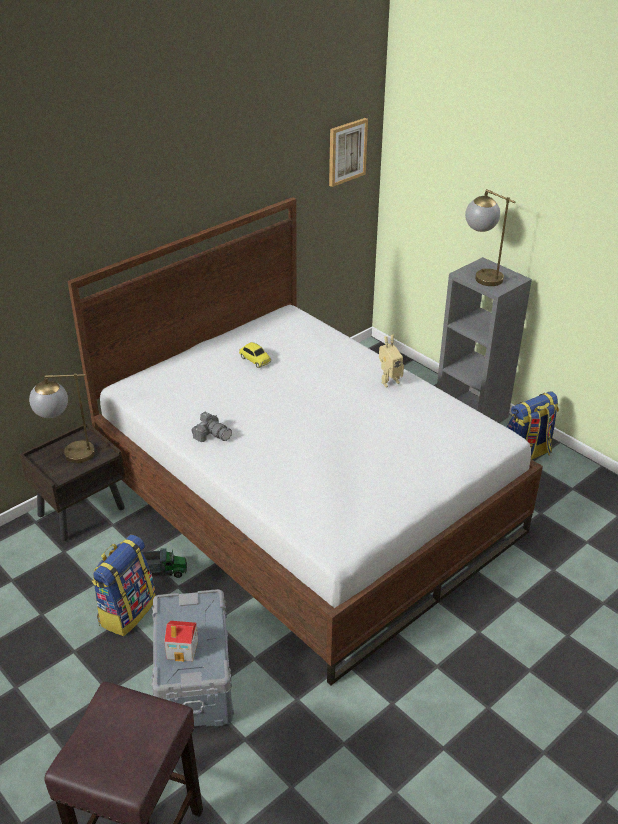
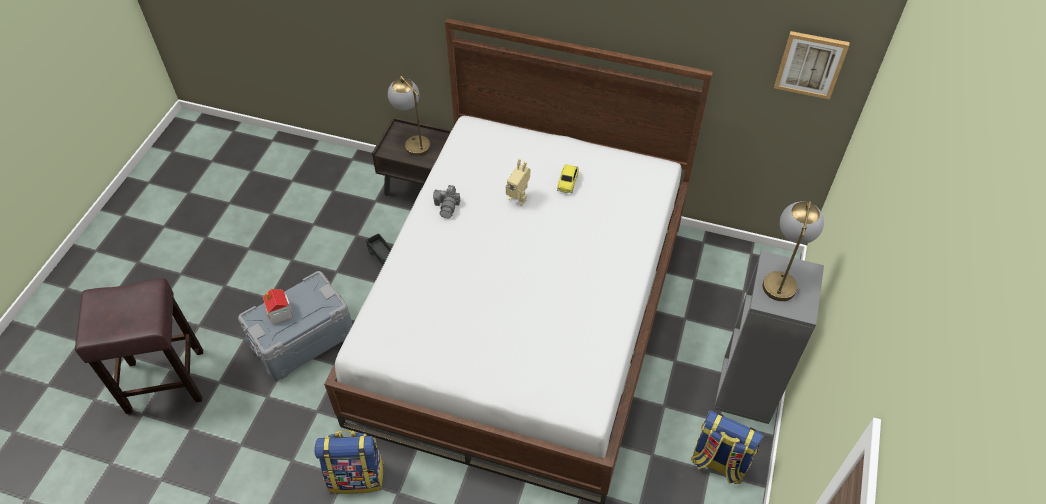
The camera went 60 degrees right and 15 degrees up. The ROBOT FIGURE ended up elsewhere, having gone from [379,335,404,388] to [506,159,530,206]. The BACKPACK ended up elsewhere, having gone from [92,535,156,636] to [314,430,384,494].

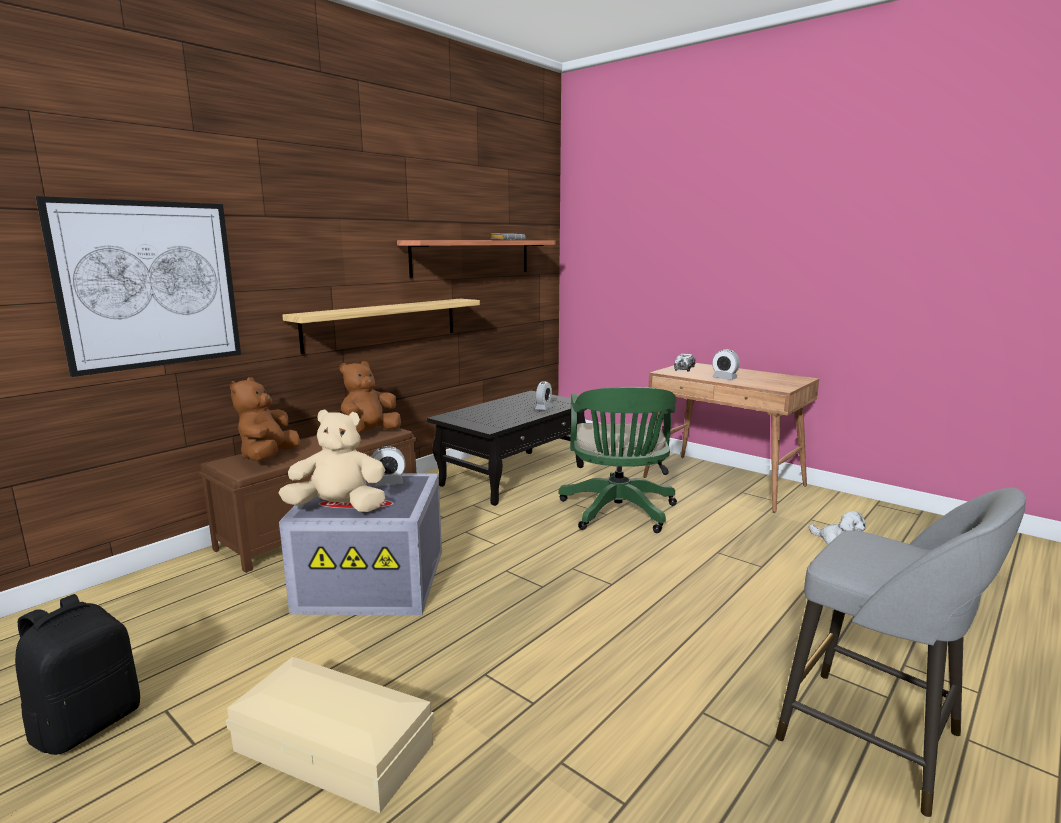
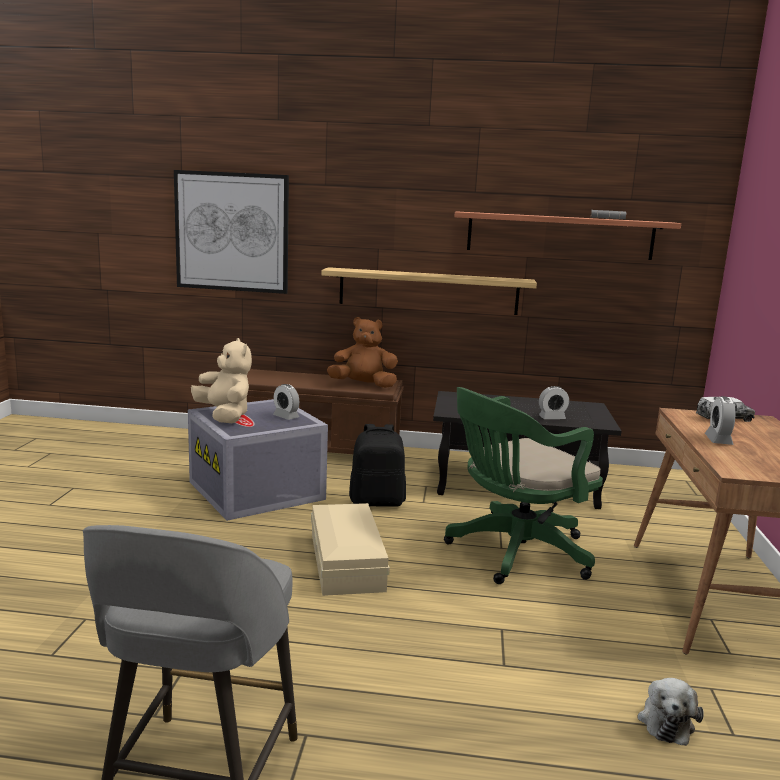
The camera went 55 degrees right and 0 degrees up. The second view lost the BROWN-COLOURED SOFT TOY at [230,377,300,461]. The BLACK BACKPACK ended up elsewhere, having gone from [15,594,140,755] to [349,424,406,507]. The BEIGE STORAGE BOX ended up elsewhere, having gone from [226,657,434,813] to [311,503,390,596].

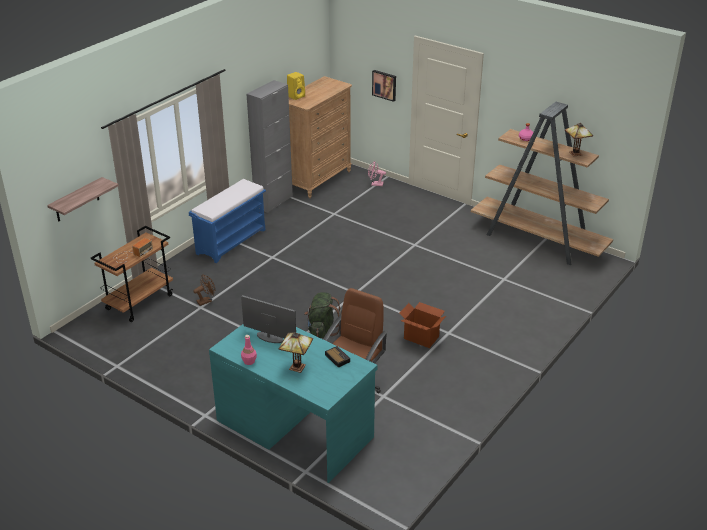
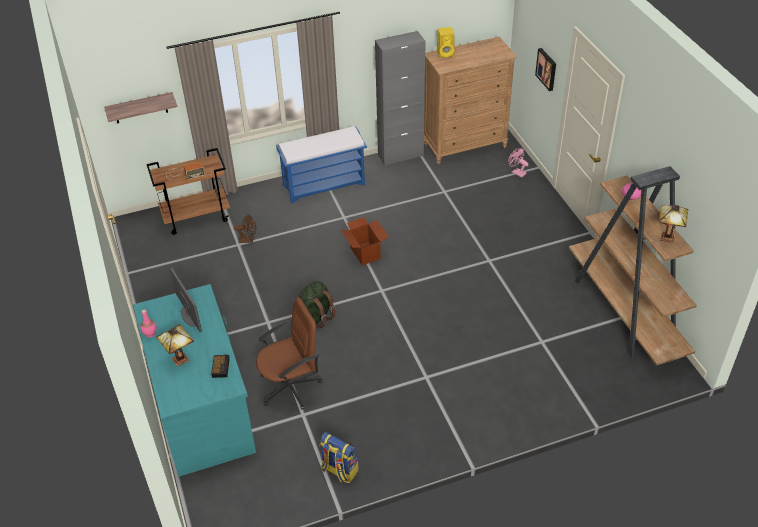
The camera went 35 degrees right and 10 degrees up. The CARDBOARD BOX ended up elsewhere, having gone from [399,302,446,348] to [341,217,389,265]. The second view gained the BACKPACK at [320,432,359,483].

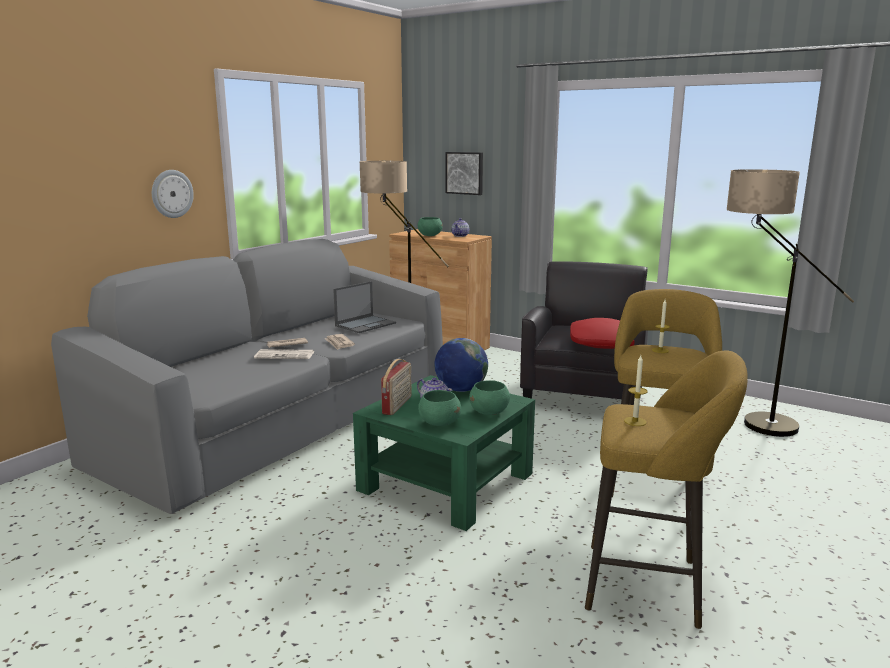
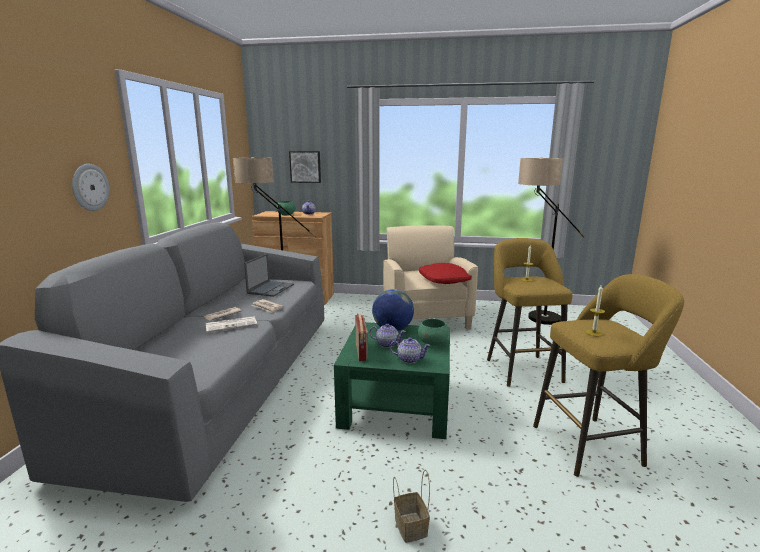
The camera went 25 degrees left and 0 degrees up. What was the BLACK EASY CHAIR at [520,261,648,399] turned into the BEIGE EASY CHAIR at [383,225,478,330]. Where the GREEN DEEP DISH stood at [418,390,461,426], the TEA POT came to stand at [390,337,430,364]. The second view gained the STORAGE BASKET at [393,470,430,543].

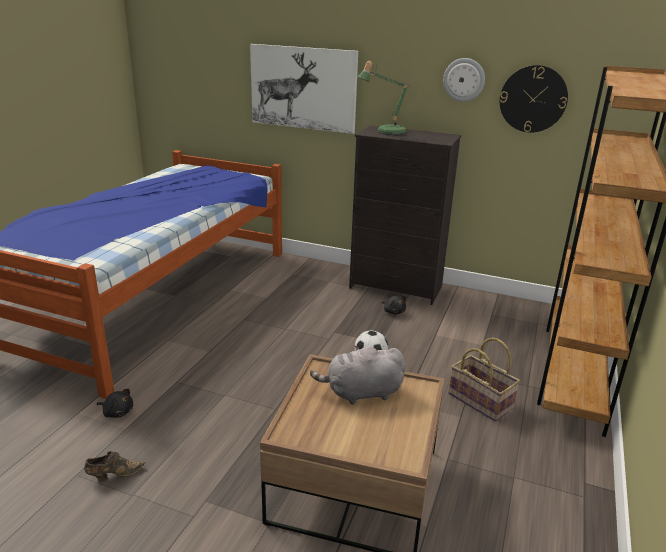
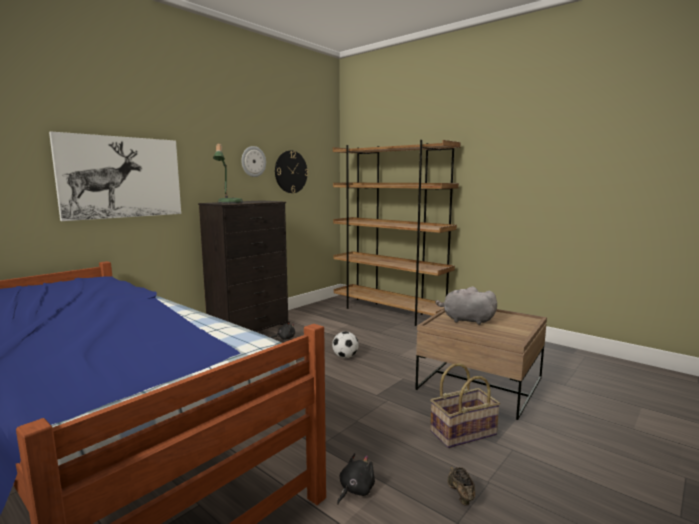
The camera went 70 degrees left and 15 degrees down. The STORAGE BASKET ended up elsewhere, having gone from [449,338,520,421] to [430,363,500,448]. The GREY SOFT TOY at [310,345,406,405] ended up facing another way, 105 degrees clockwise from before.

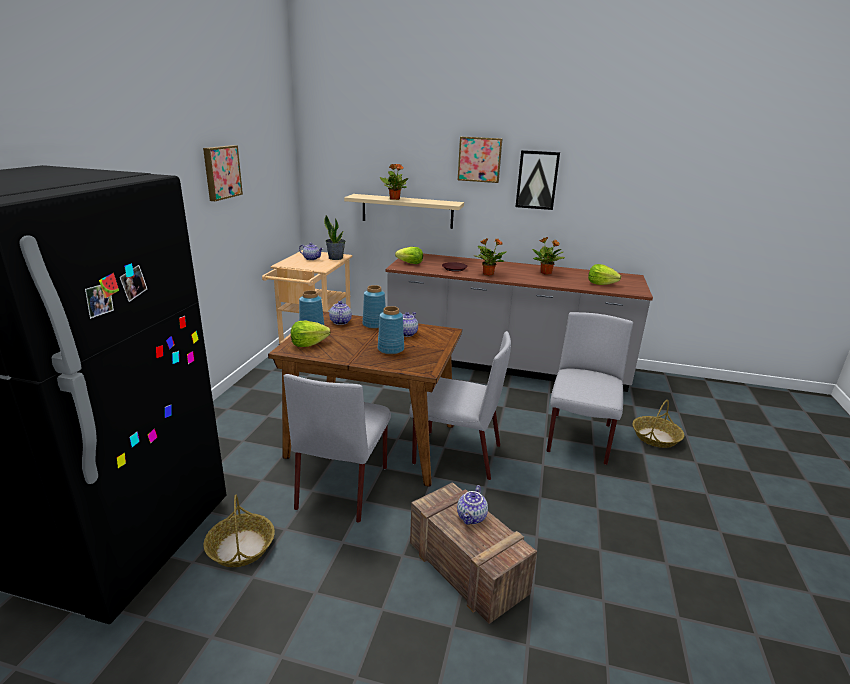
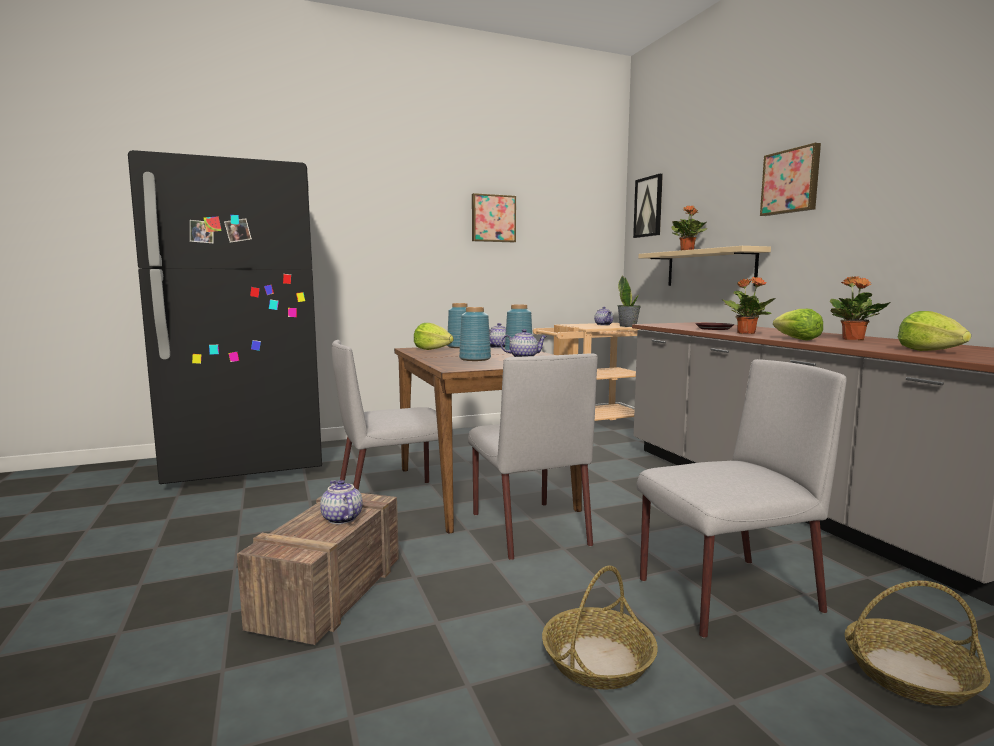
The camera went 55 degrees right and 15 degrees down. The WALL PICTURE ended up elsewhere, having gone from [516,150,560,210] to [633,174,663,238]. The LETTUCE HEAD ended up elsewhere, having gone from [395,247,423,264] to [773,309,823,340]. The TEA POT at [457,485,488,525] ended up facing another way, 75 degrees clockwise from before. The STORAGE BASKET ended up elsewhere, having gone from [204,495,275,567] to [542,566,658,690].

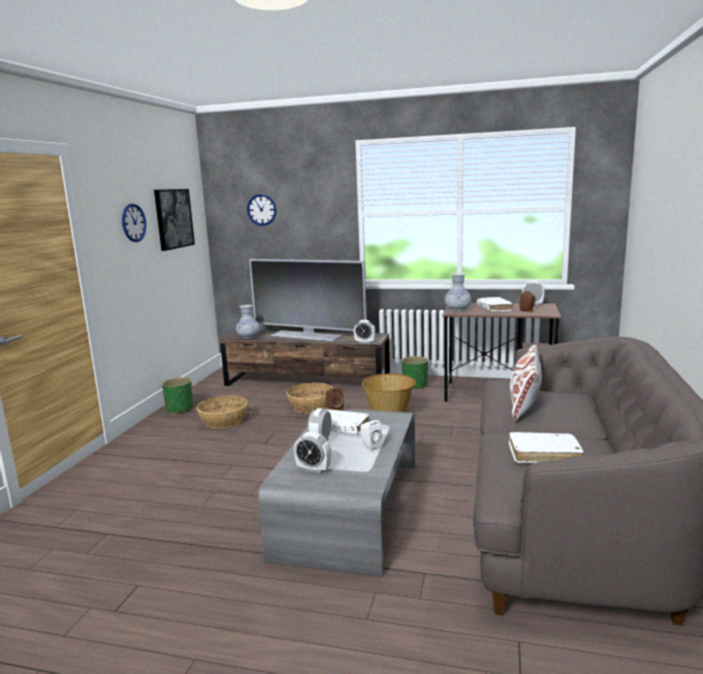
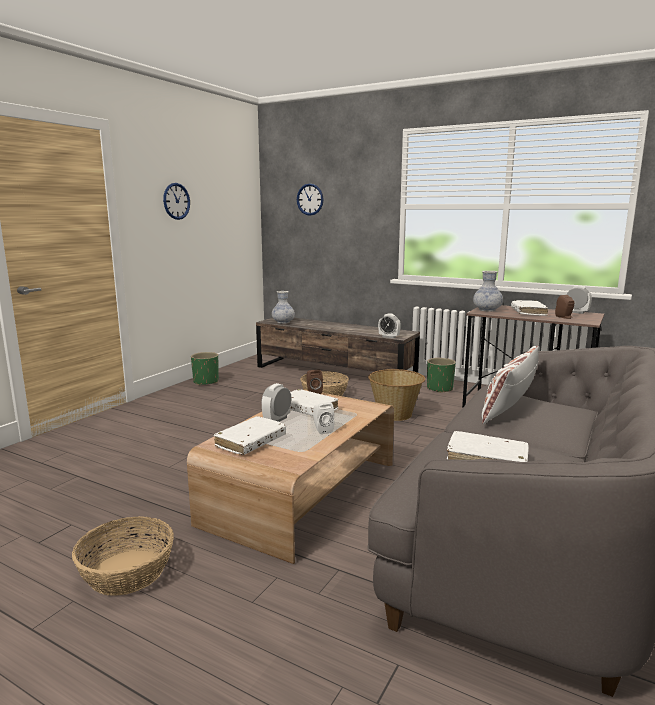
The camera went 15 degrees right and 0 degrees up. The second view lost the WALL PICTURE at [154,189,195,251]. The second view lost the TELEVISION at [249,259,367,342]. The STORAGE BASKET ended up elsewhere, having gone from [196,395,248,429] to [72,516,174,596]. What was the GREY LOUNGE TABLE at [259,408,415,577] turned into the BROWN-COLOURED LOUNGE TABLE at [187,390,394,564]. Where the TABLE CLOCK stood at [294,431,331,474], the WHITE-COLOURED BOOK came to stand at [214,416,286,455].

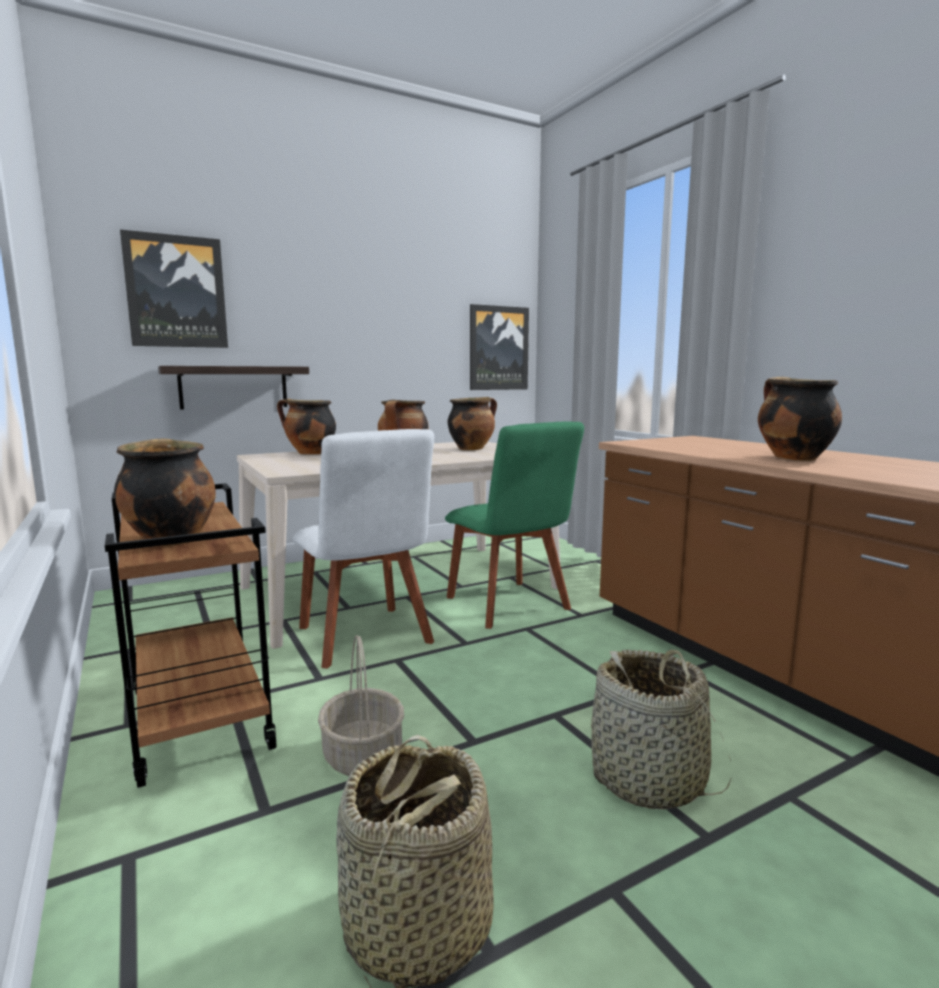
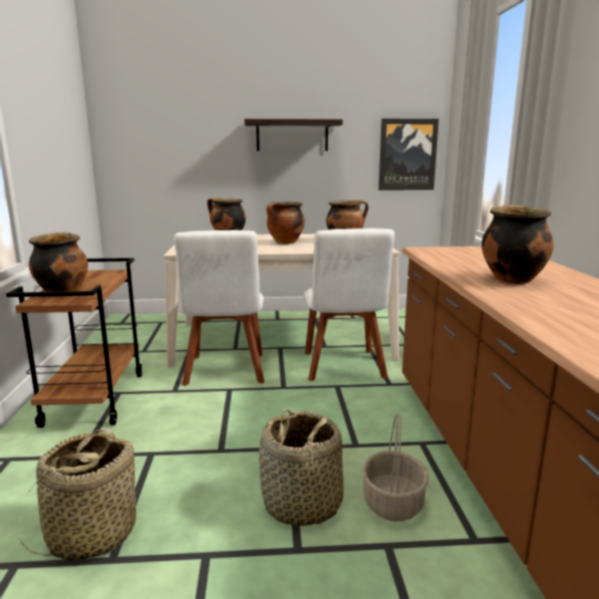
The camera went 25 degrees right and 5 degrees up. The second view lost the WALL PICTURE at [120,229,228,348]. The SHELF ended up elsewhere, having gone from [158,366,309,410] to [244,119,343,151]. What was the GREEN PLAIN CHAIR at [445,422,584,629] turned into the WHITE-COLOURED PLAIN CHAIR at [304,228,395,381]. The STORAGE BASKET ended up elsewhere, having gone from [318,635,404,776] to [362,413,429,521].

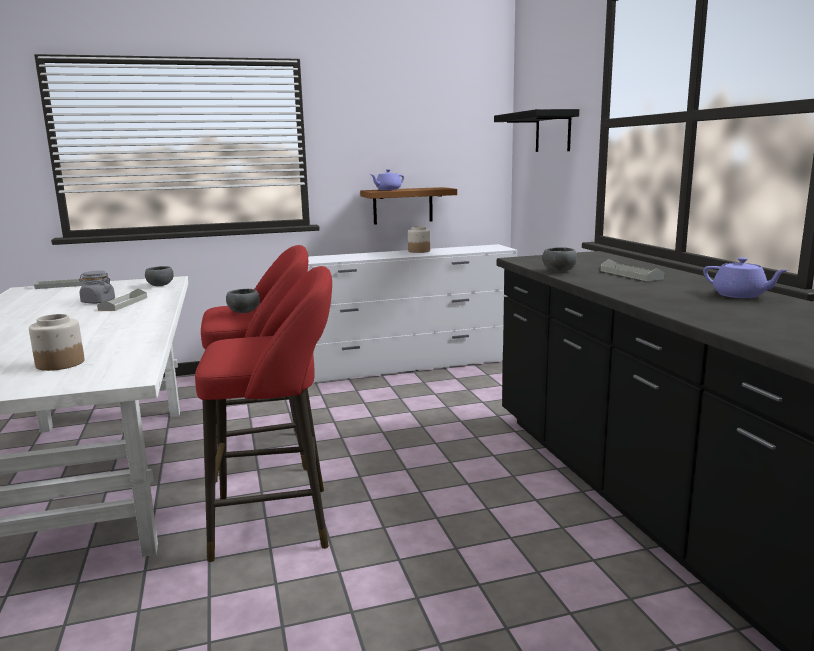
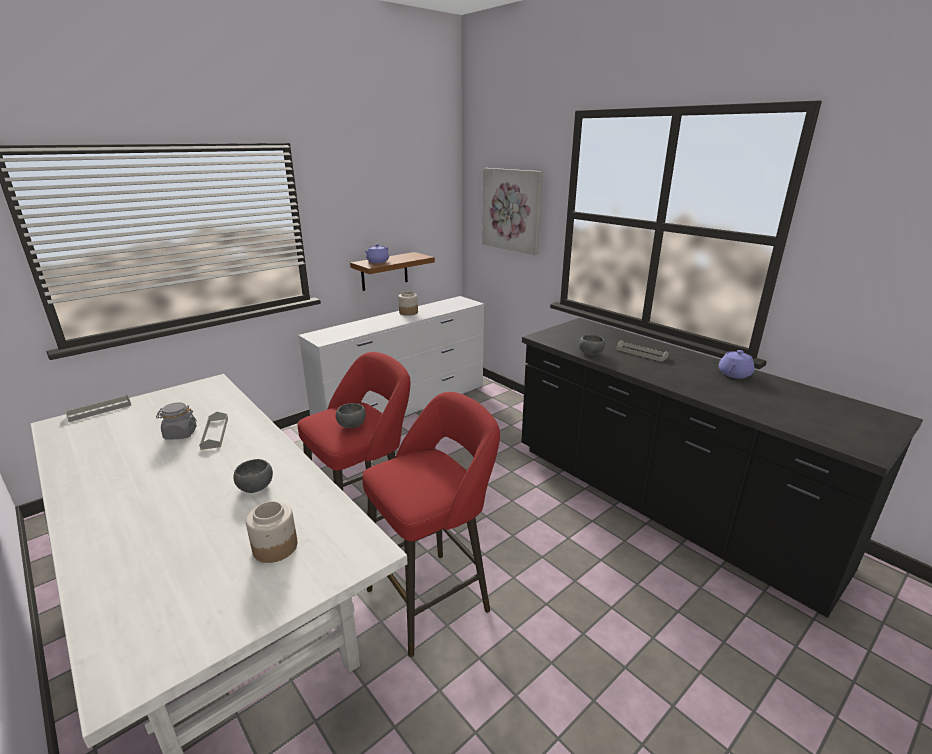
The camera went 25 degrees left and 10 degrees up. Where the BLACK SHELF hung at [494,109,579,152], the WALL PICTURE came to hang at [482,168,543,255]. The PURPLE TEA POT at [703,257,788,298] ended up facing another way, 105 degrees clockwise from before. The GREY DEEP DISH ended up elsewhere, having gone from [145,266,174,286] to [234,459,273,493].

